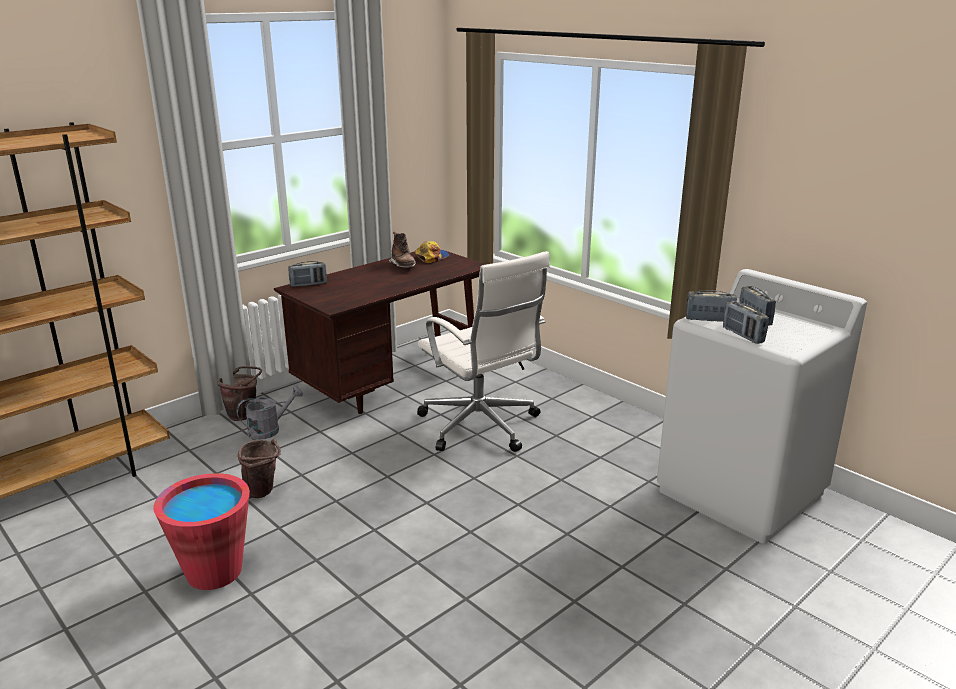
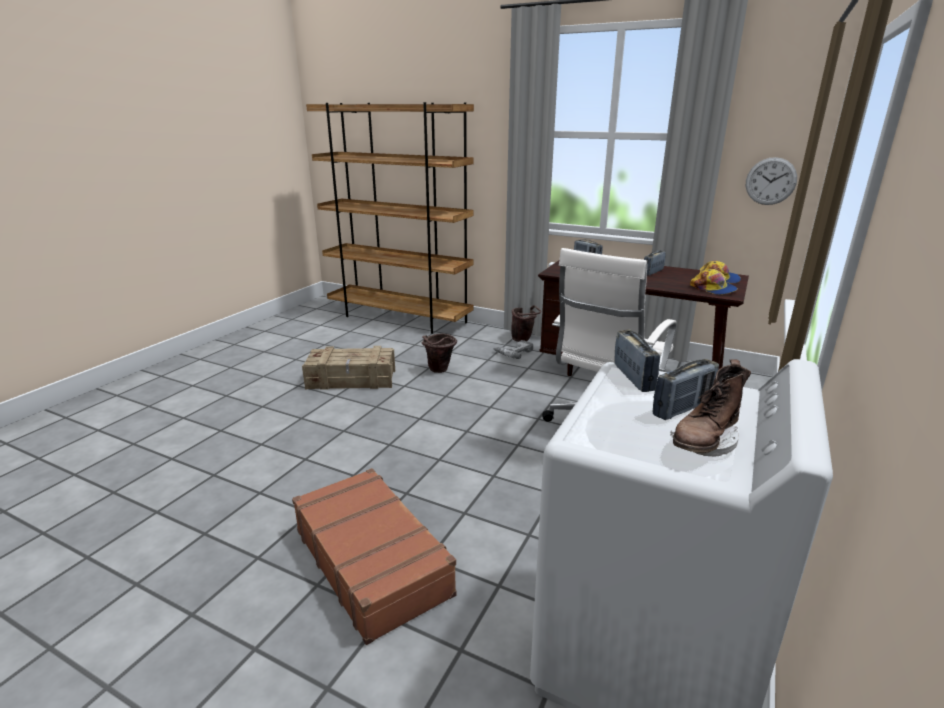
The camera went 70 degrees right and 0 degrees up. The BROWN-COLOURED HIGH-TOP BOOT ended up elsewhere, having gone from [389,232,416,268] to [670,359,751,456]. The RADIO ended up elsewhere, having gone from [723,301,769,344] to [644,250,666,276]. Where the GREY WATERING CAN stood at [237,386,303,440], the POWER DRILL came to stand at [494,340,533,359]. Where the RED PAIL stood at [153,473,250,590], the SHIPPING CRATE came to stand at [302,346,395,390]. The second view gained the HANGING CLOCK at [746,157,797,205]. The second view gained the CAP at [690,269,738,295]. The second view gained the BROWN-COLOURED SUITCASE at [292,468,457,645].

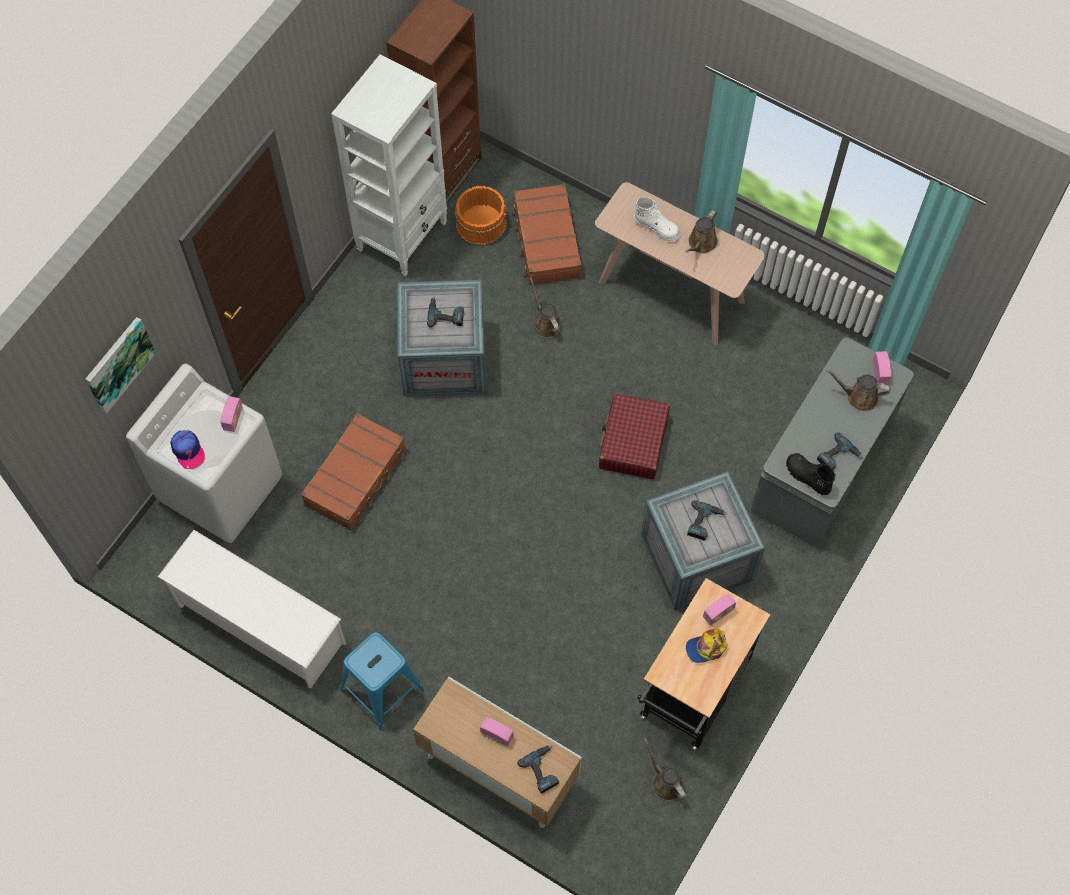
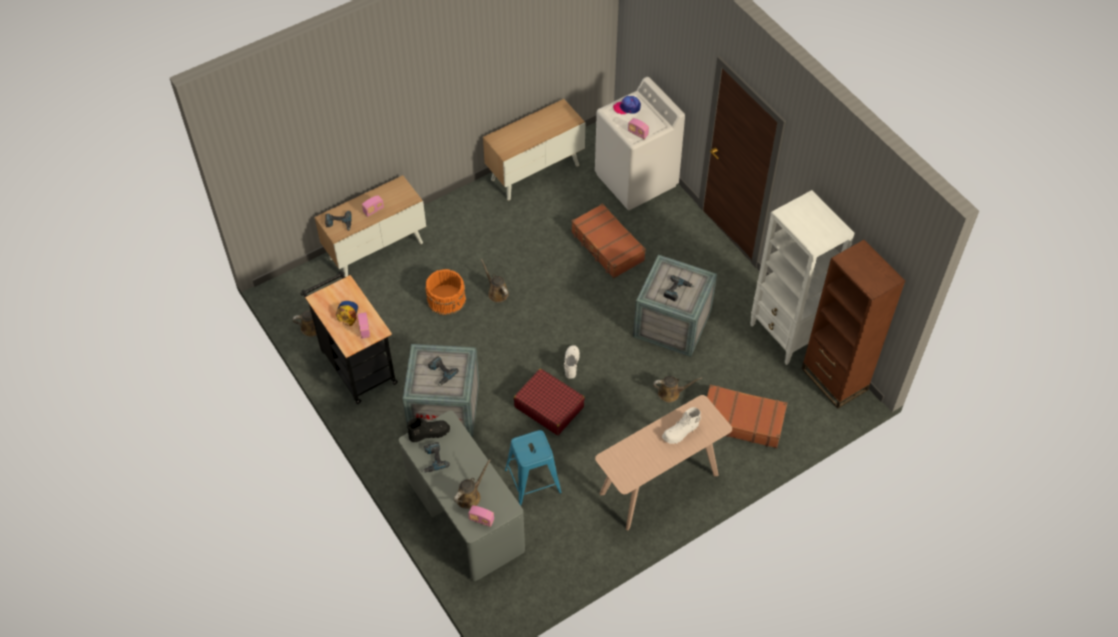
The camera went 115 degrees right and 10 degrees down. The ORANGEY PAIL ended up elsewhere, having gone from [455,186,507,246] to [425,269,466,315]. The BROWN-COLOURED WATERING CAN ended up elsewhere, having gone from [686,210,717,253] to [481,259,508,303]. The second view lost the WALL PICTURE at [85,317,156,414]. Where the WHITE-COLOURED SHOE SHELF stood at [158,530,346,689], the CABINET came to stand at [483,99,585,201]. The BLUE STOOL ended up elsewhere, having gone from [340,632,425,731] to [505,430,562,505]. The second view gained the WHITE-COLOURED HIGH-TOP BOOT at [563,345,580,379].

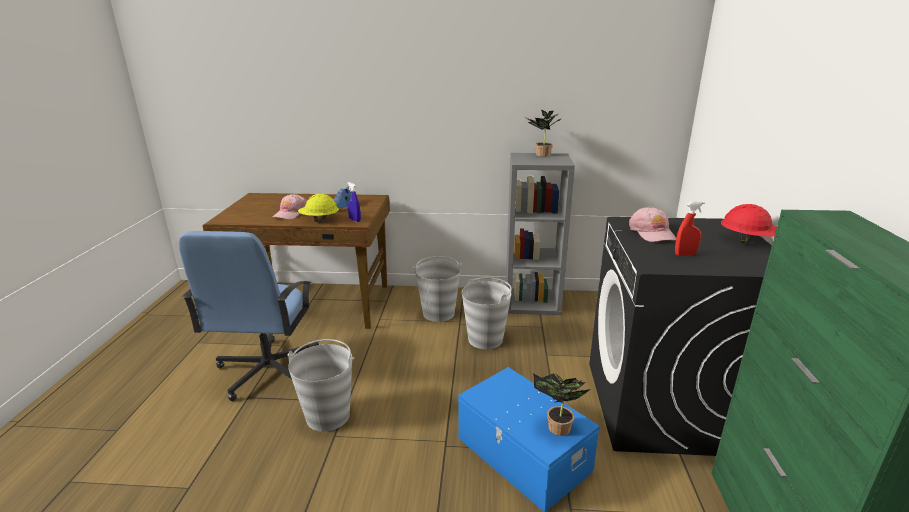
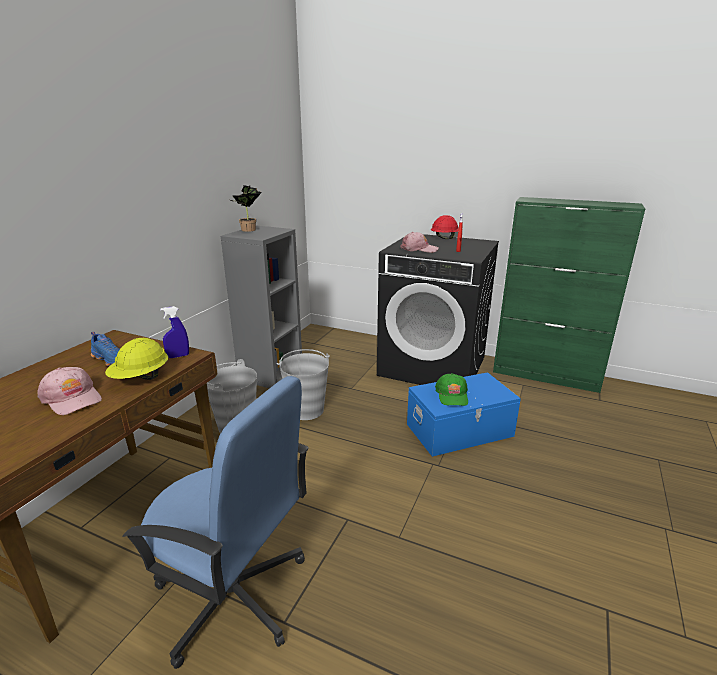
The camera went 70 degrees left and 0 degrees up. The second view lost the GREY PAIL at [288,339,354,432]. The second view lost the HOUSEPLANT at [533,373,591,436]. The second view gained the GREEN CAP at [435,373,468,406].

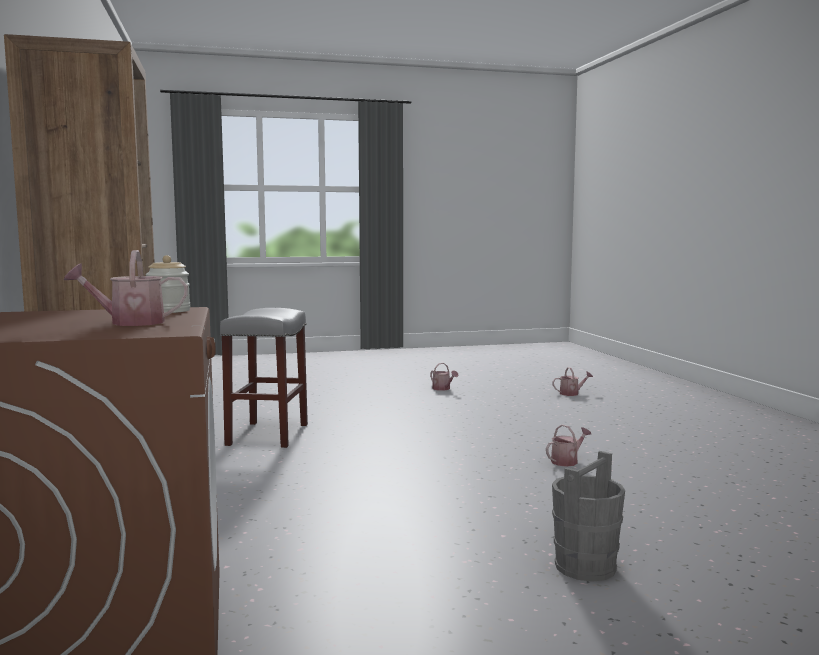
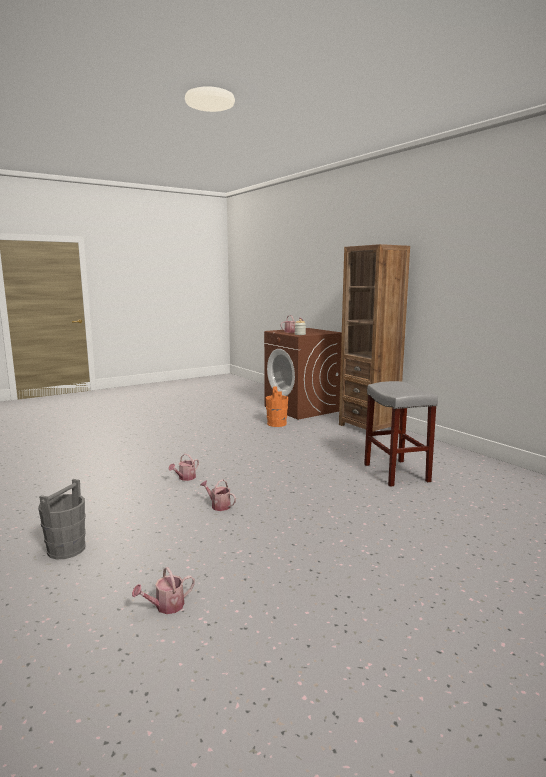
The camera went 160 degrees right and 5 degrees up. The WATERING CAN ended up elsewhere, having gone from [430,363,458,391] to [200,479,236,511]. The GREY PAIL ended up elsewhere, having gone from [552,451,625,582] to [38,479,86,559]. The second view gained the ORANGEY PAIL at [266,387,288,427].

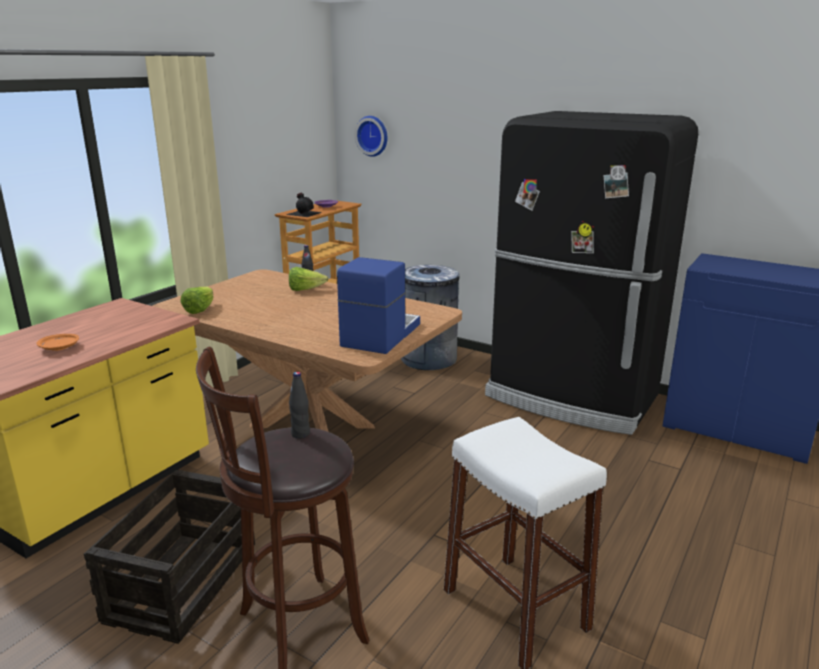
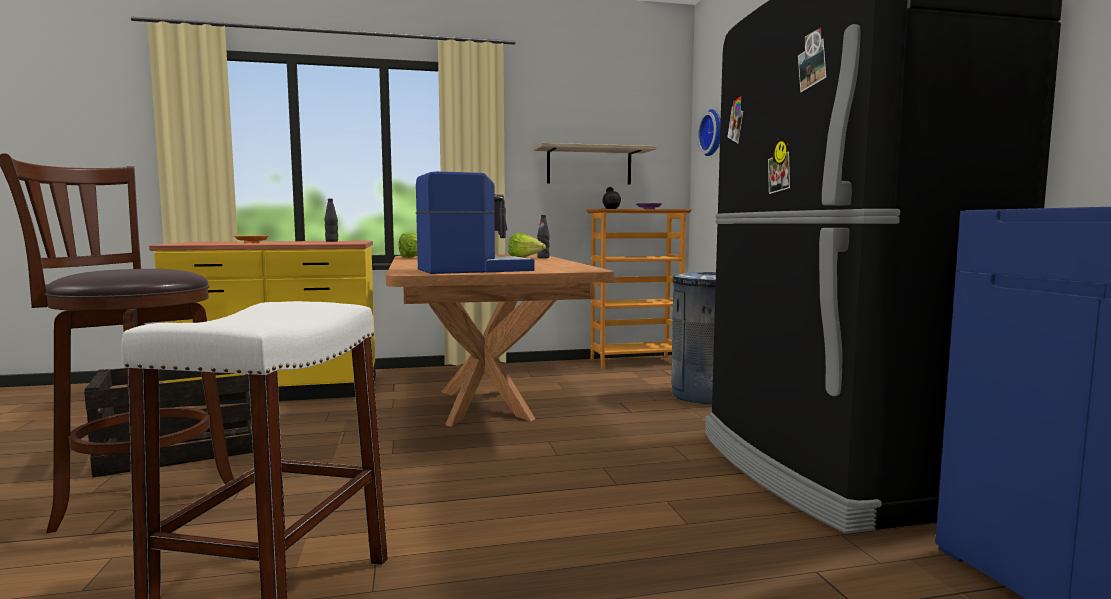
The camera went 45 degrees right and 15 degrees down. The BLACK BOTTLE ended up elsewhere, having gone from [289,372,310,439] to [325,199,338,242]. The second view gained the SHELF at [534,143,657,185].

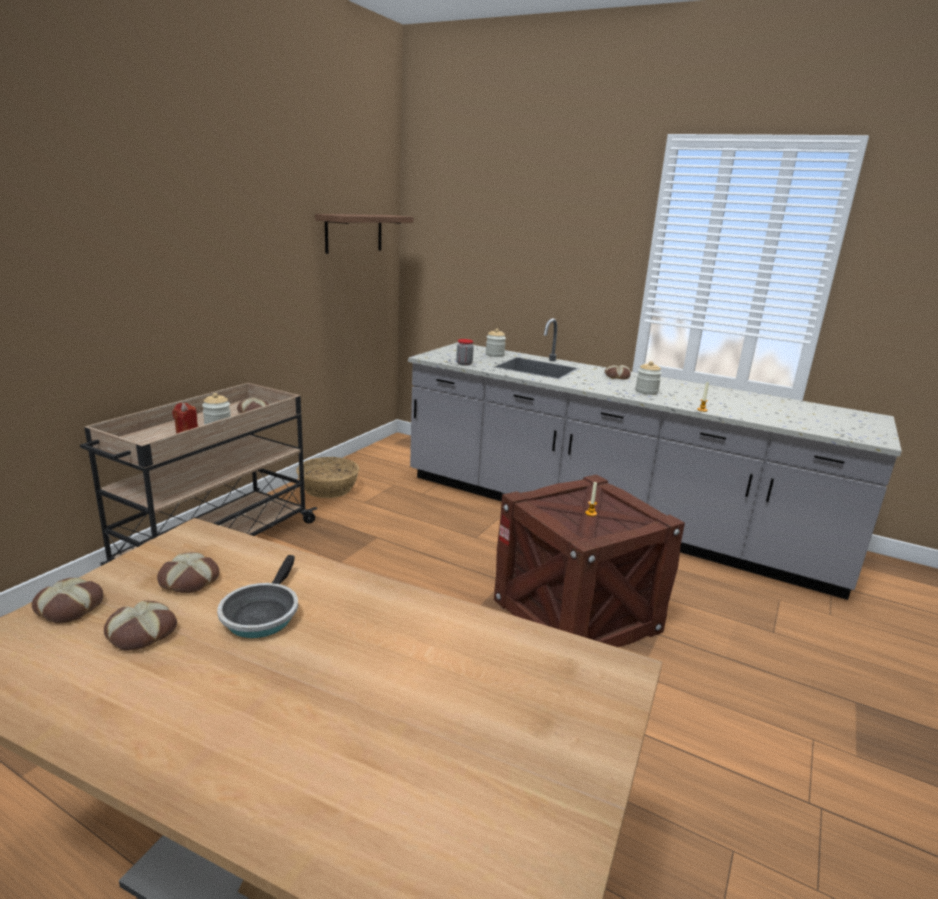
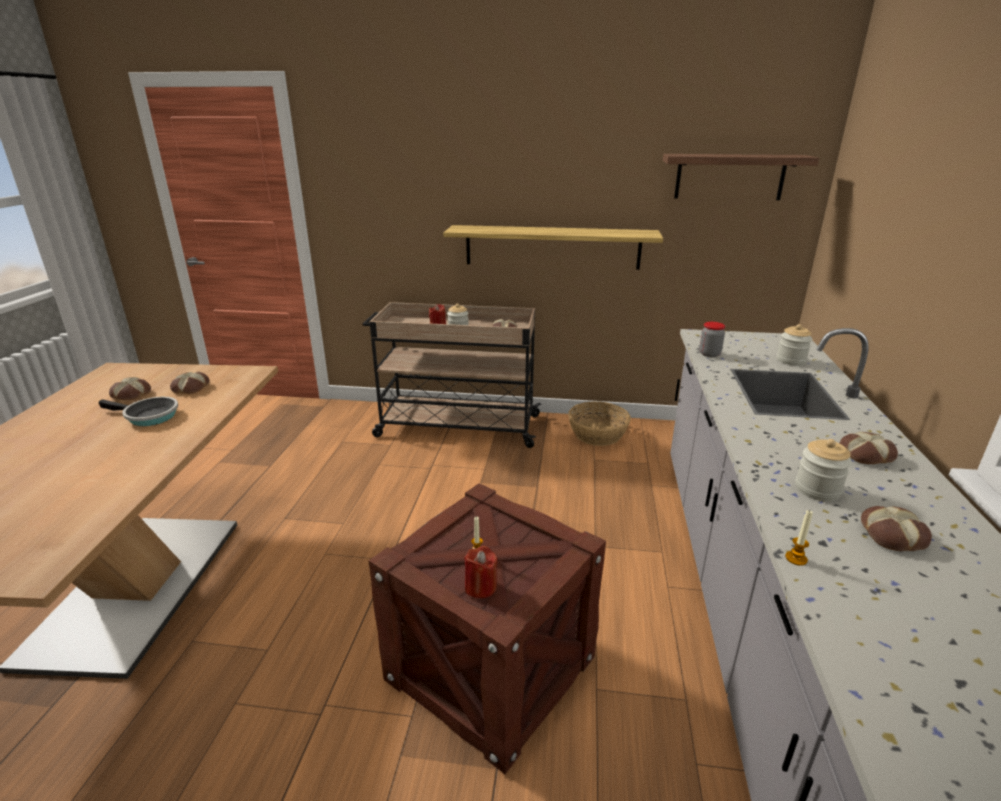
The camera went 70 degrees right and 5 degrees up. The FRYING PAN at [217,555,298,638] ended up facing another way, 150 degrees counterclockwise from before. The BAKED BREAD ended up elsewhere, having gone from [32,578,103,624] to [861,506,932,551]. The second view gained the SHELF at [443,225,663,270]. The second view gained the RED CANDLE at [464,546,498,599].

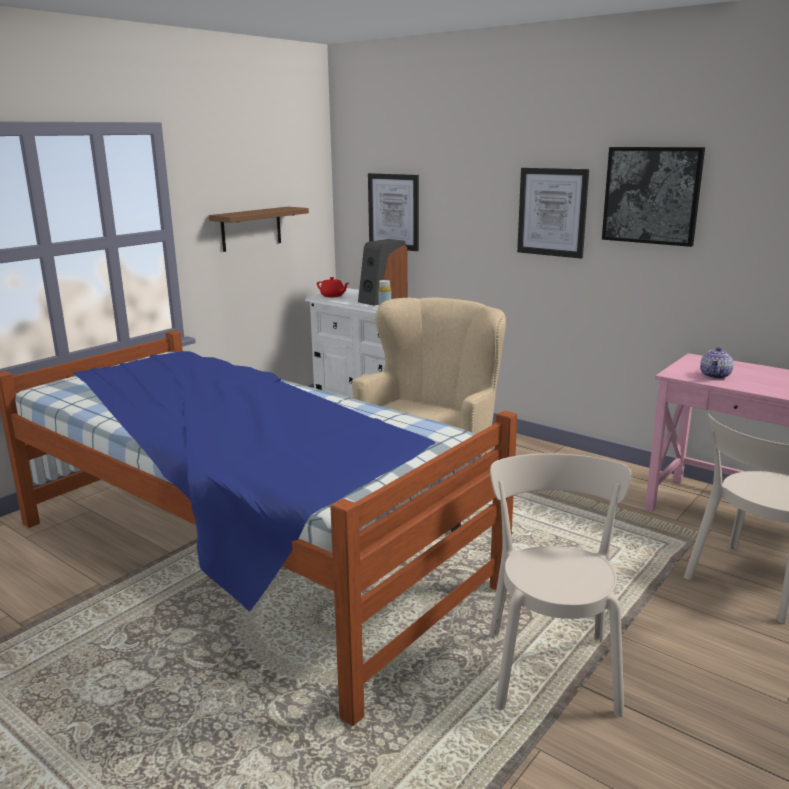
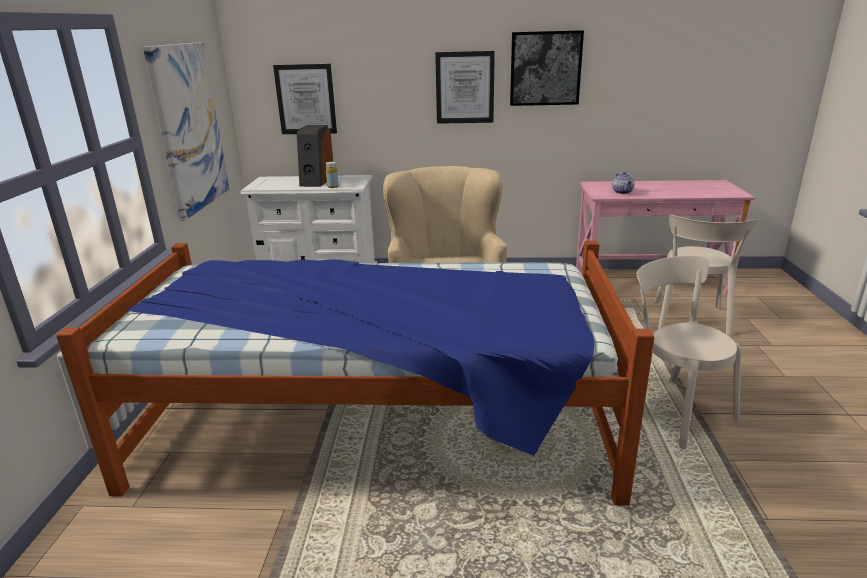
The camera went 35 degrees left and 5 degrees up. Where the BROWN-COLOURED SHELF hung at [209,207,309,252], the WALL PICTURE came to hang at [143,42,229,221]. The second view lost the RED TEA POT at [317,277,349,297].

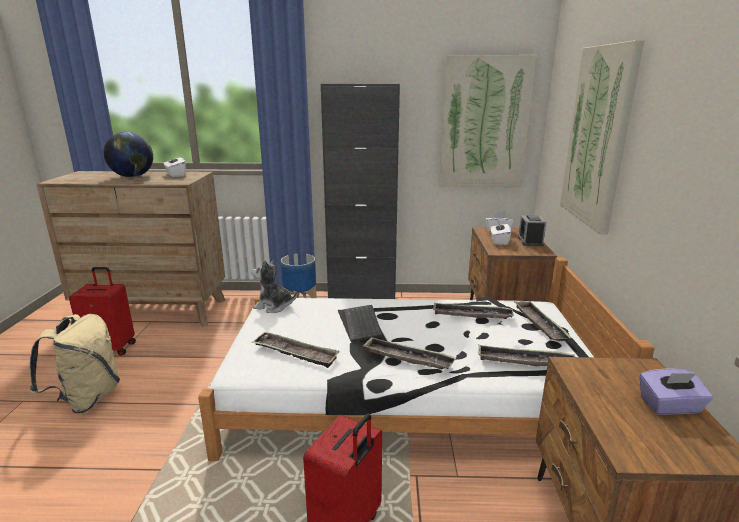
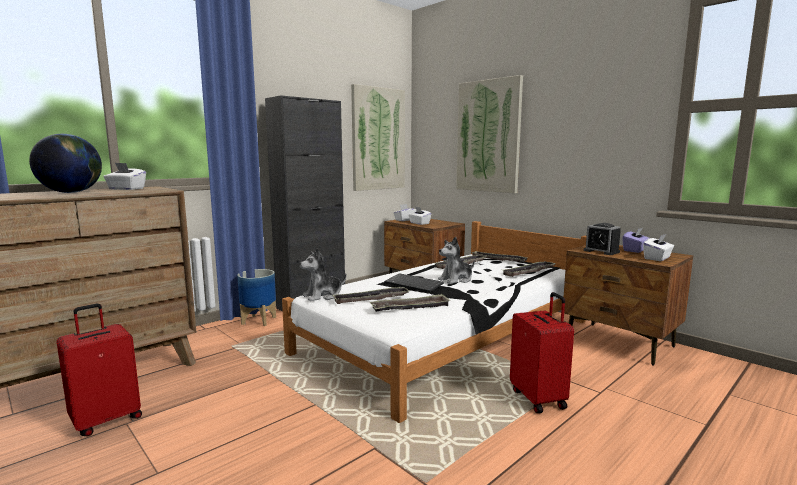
The camera went 45 degrees left and 10 degrees down. The TABLE CLOCK ended up elsewhere, having gone from [518,215,546,246] to [584,223,621,255]. The second view lost the BEIGE BACKPACK at [29,314,120,414]. The TRAY ended up elsewhere, having gone from [362,337,456,369] to [333,287,409,304]. The second view gained the WHITE-COLOURED BOX OF TISSUES at [643,234,674,261]. The second view gained the SOFT TOY at [438,237,475,284].

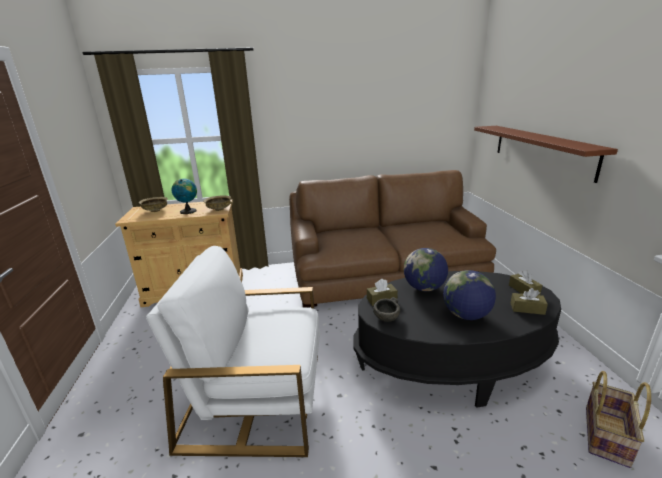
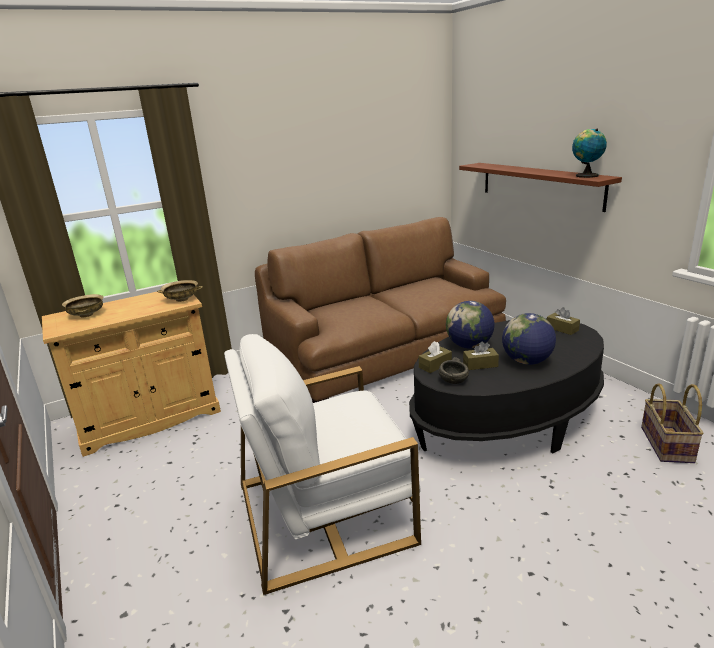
The camera went 20 degrees left and 0 degrees up. The DESK GLOBE ended up elsewhere, having gone from [172,178,197,214] to [572,129,607,178]. The BROWN-COLOURED BOX OF TISSUES ended up elsewhere, having gone from [511,288,548,315] to [463,341,499,370].

